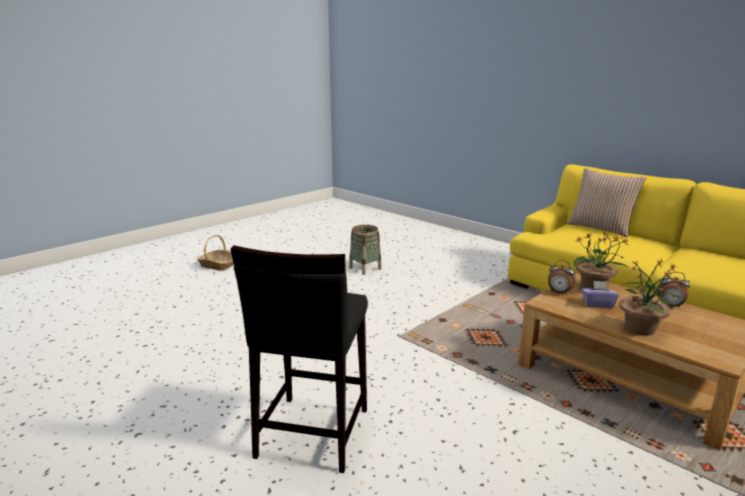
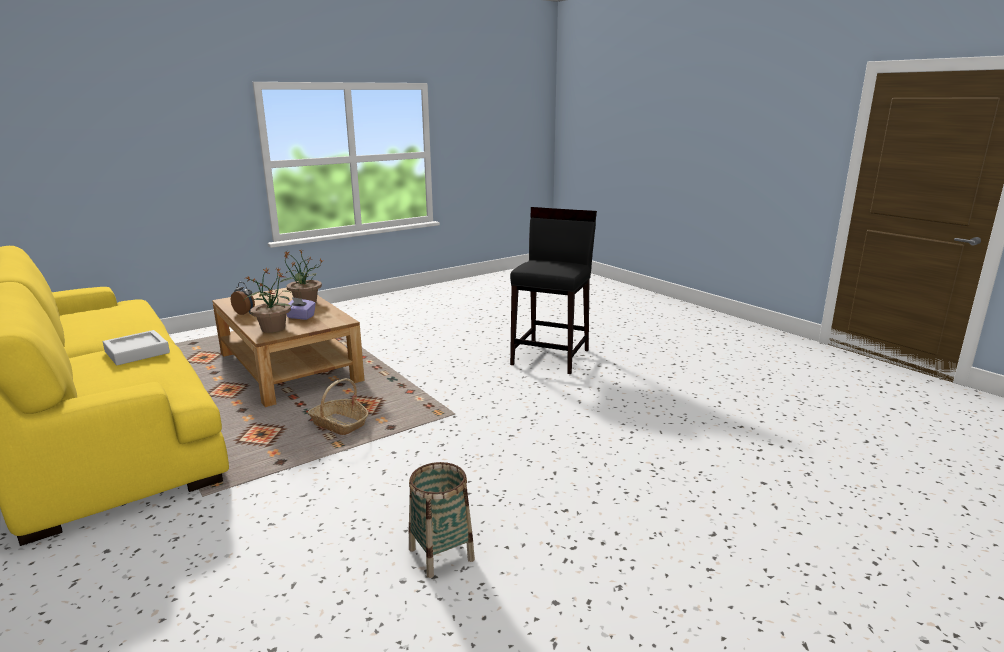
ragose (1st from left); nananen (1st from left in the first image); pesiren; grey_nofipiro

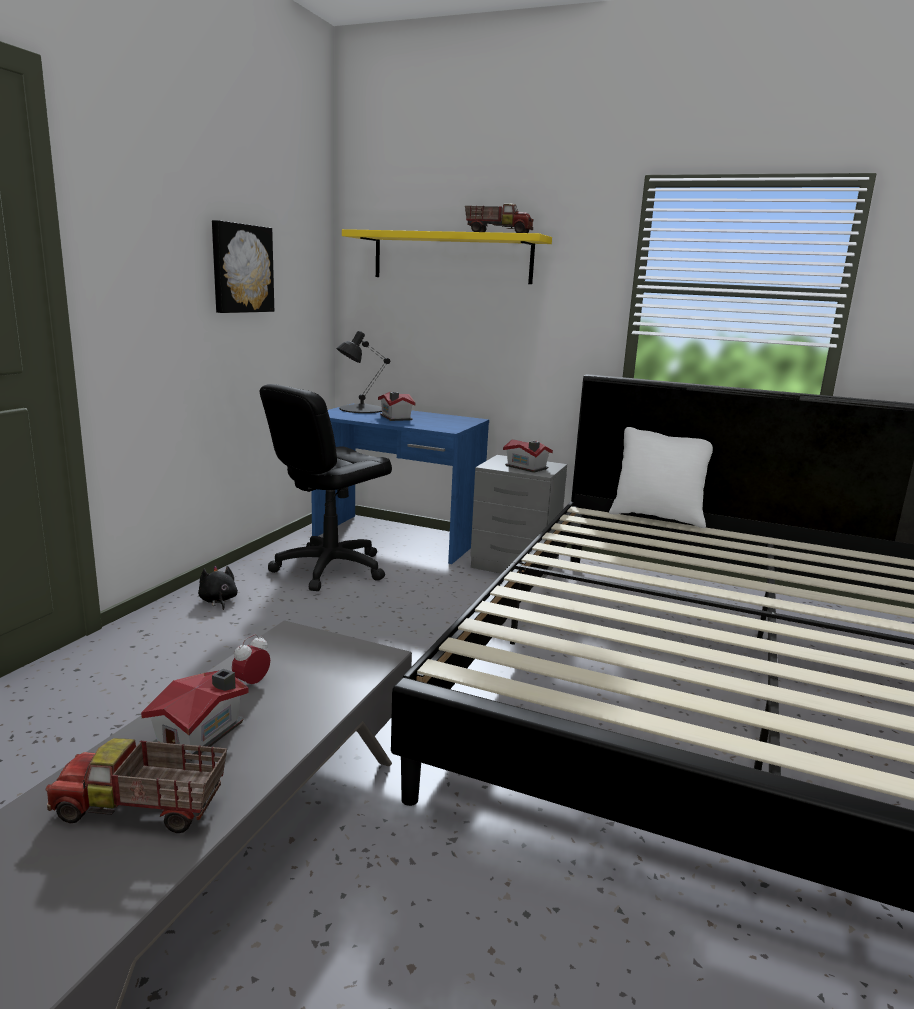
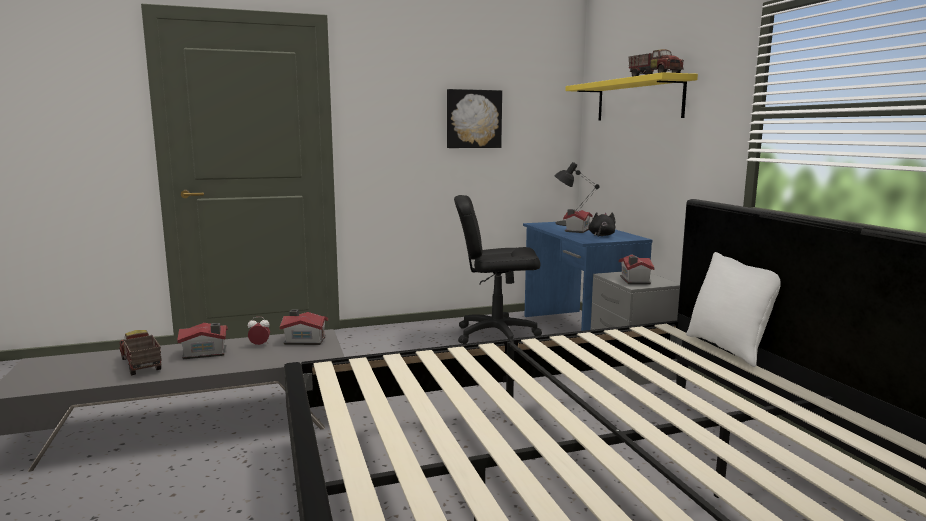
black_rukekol; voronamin (2nd from left)

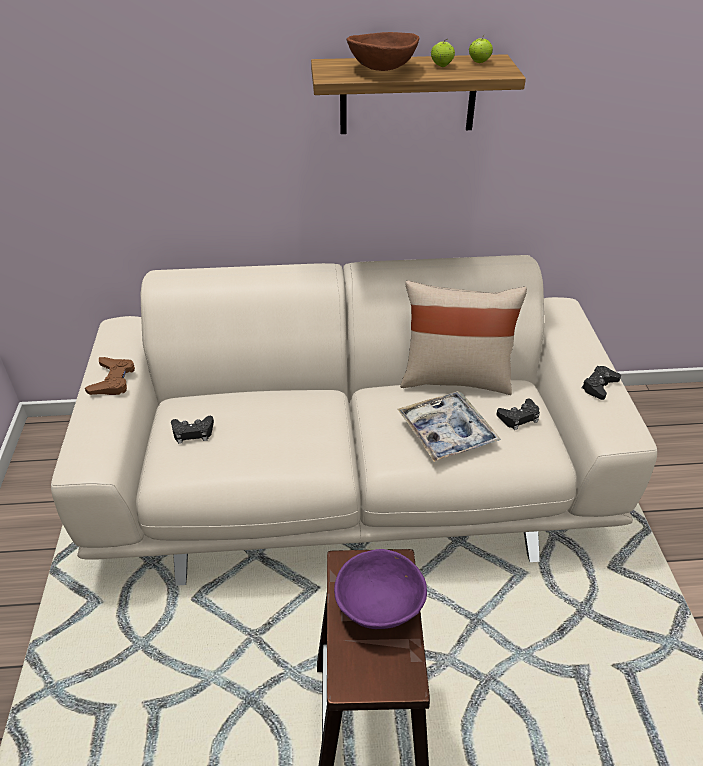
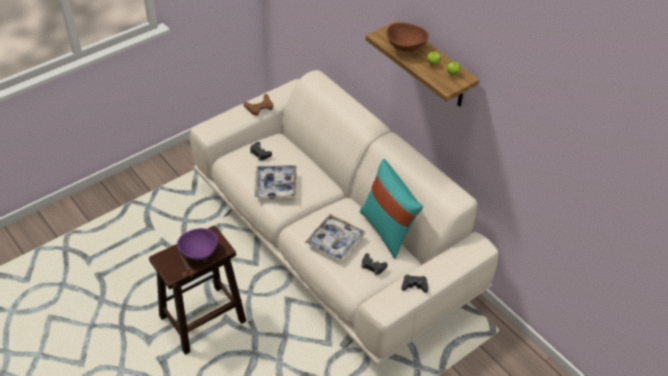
turquoise_pesiren; nofipiro (1st from left)

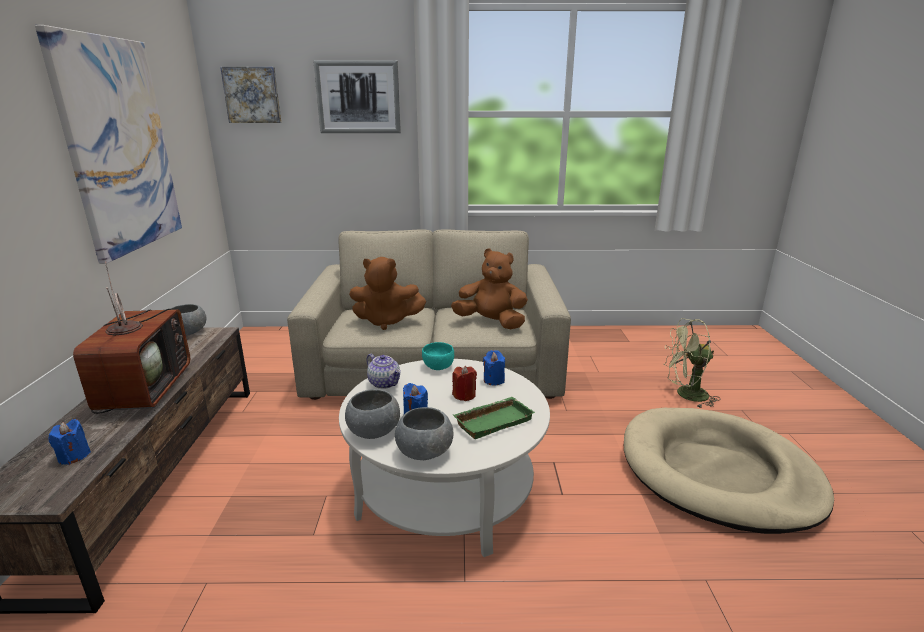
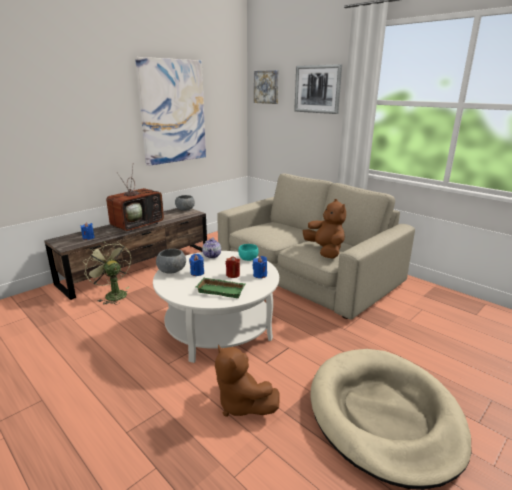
brown_rukekol (1st from left); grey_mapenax (3rd from left in the first image); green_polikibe

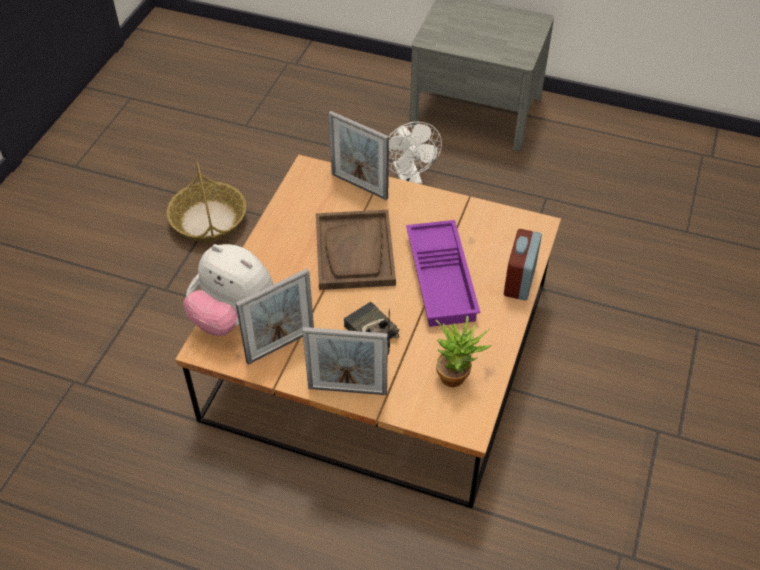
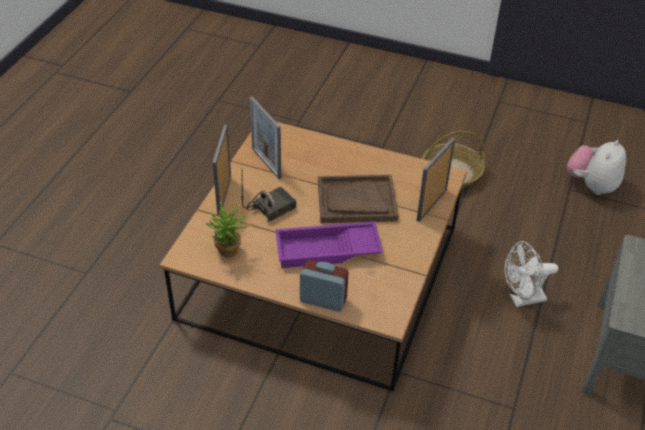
rukekol

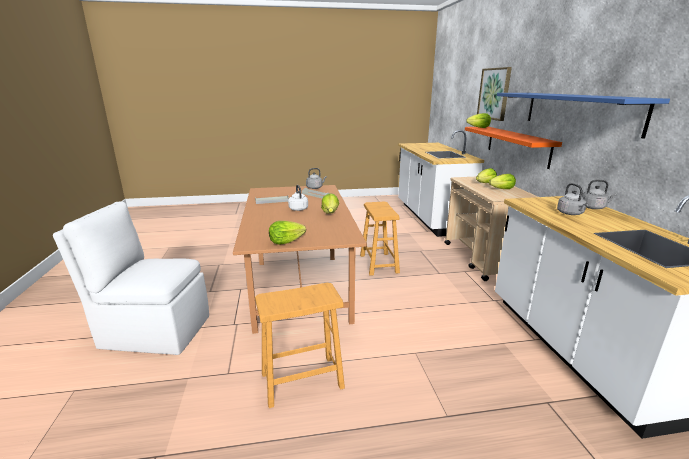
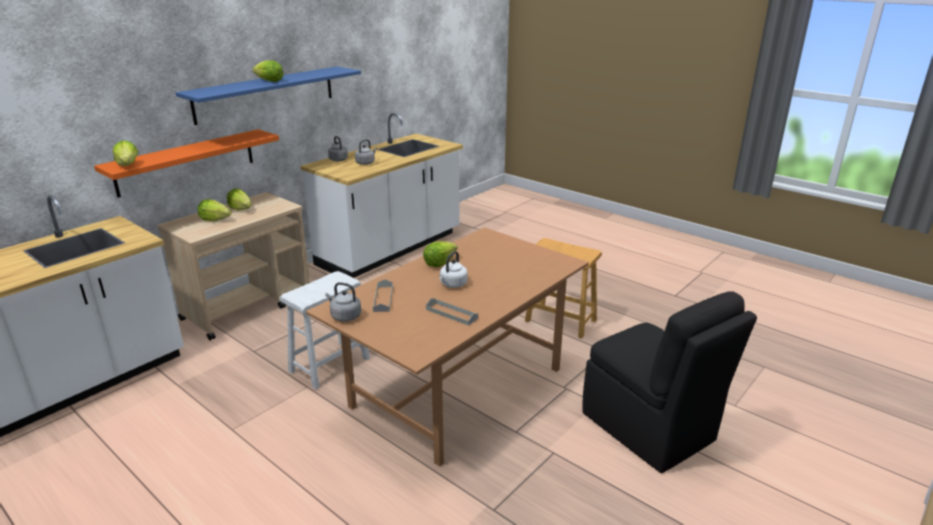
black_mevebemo; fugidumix (4th from left); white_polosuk; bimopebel

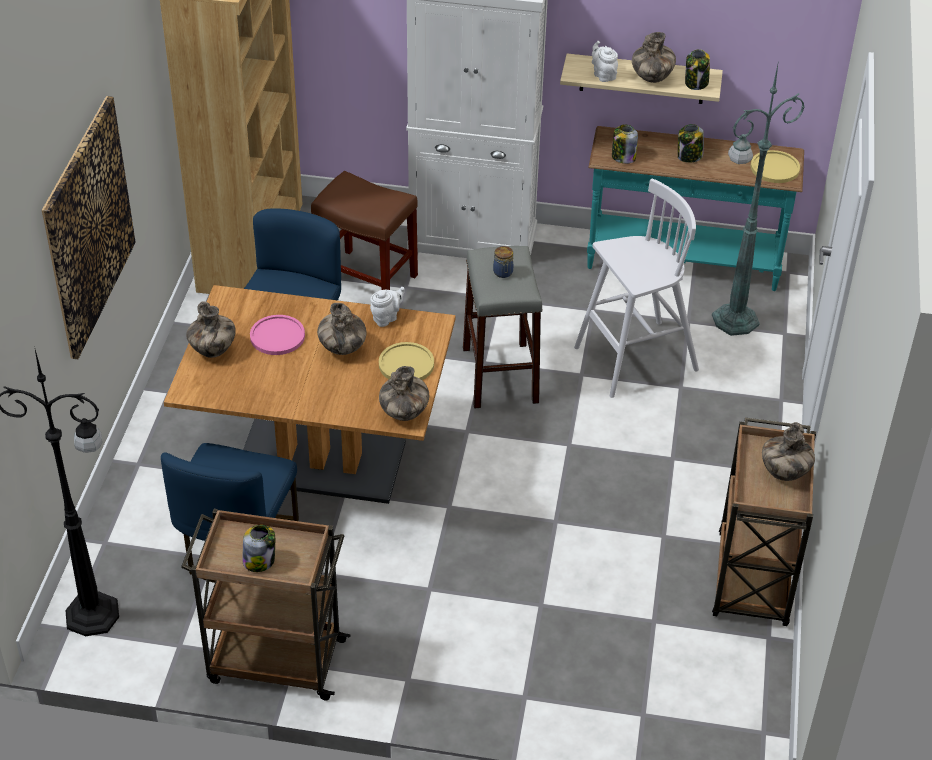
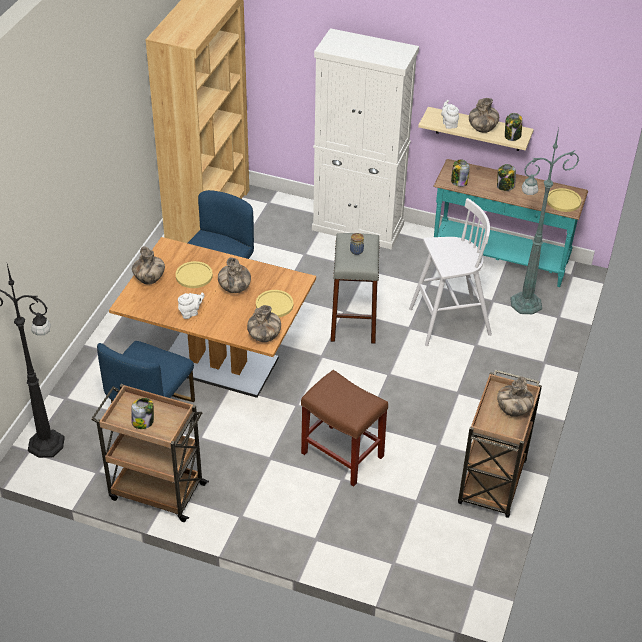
bimopebel; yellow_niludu (1st from left); brown_polosuk; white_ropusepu (1st from left)

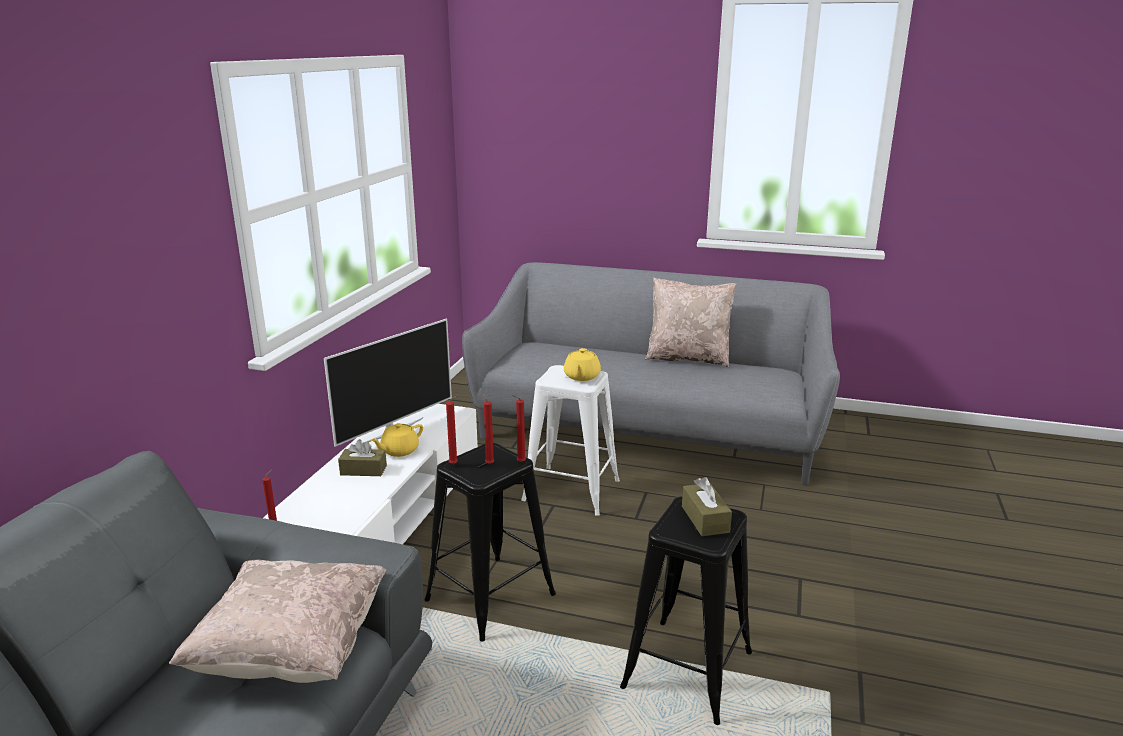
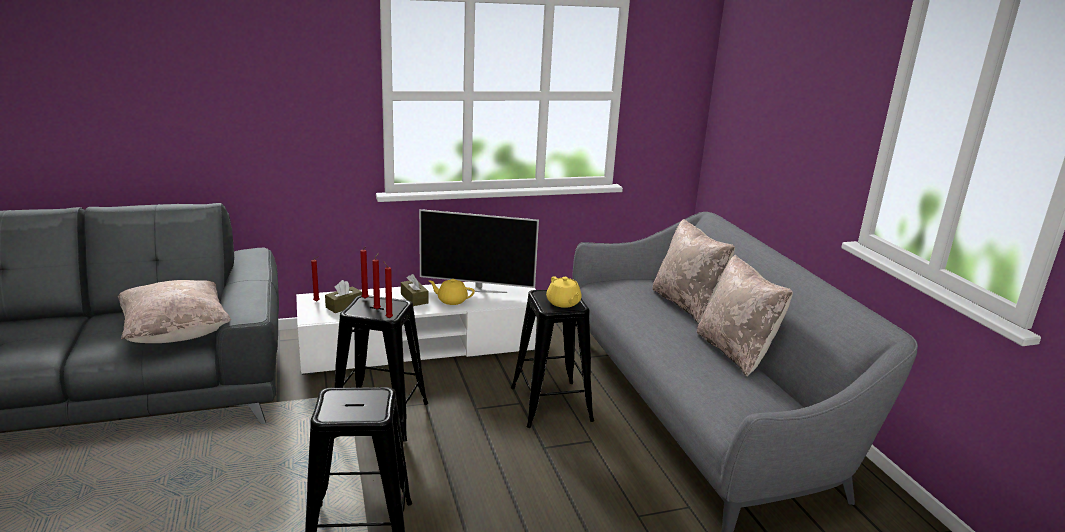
black_polosuk (3rd from left); yellow_ropusepu (2nd from left); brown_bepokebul (1st from left); beige_pesiren (2nd from left)

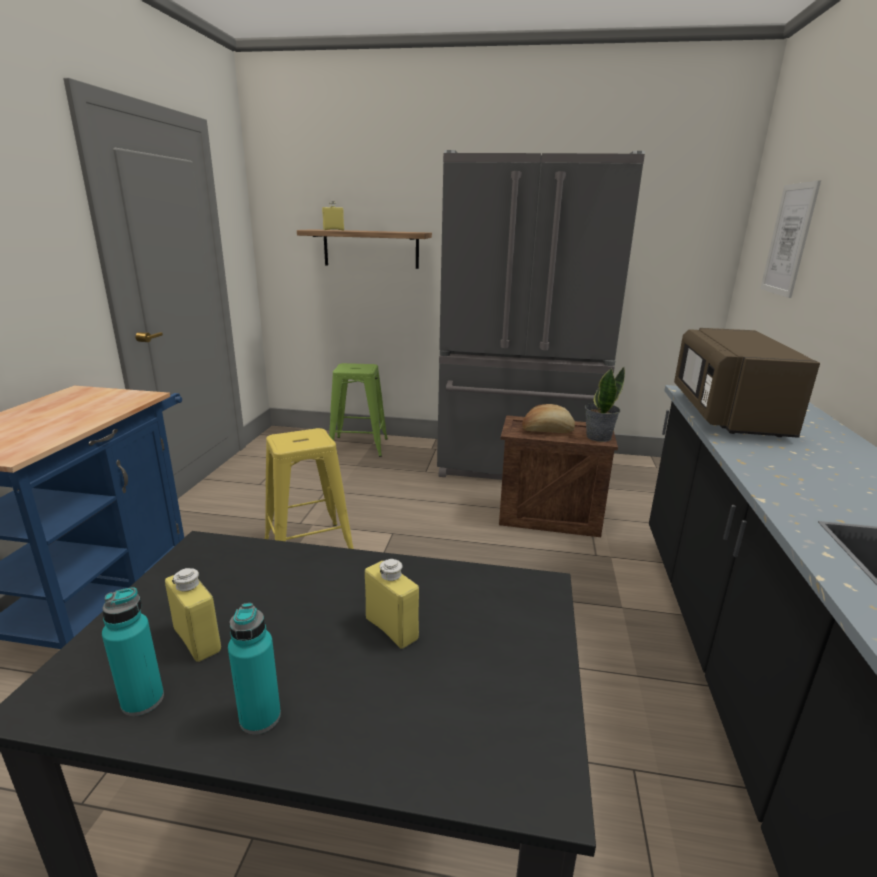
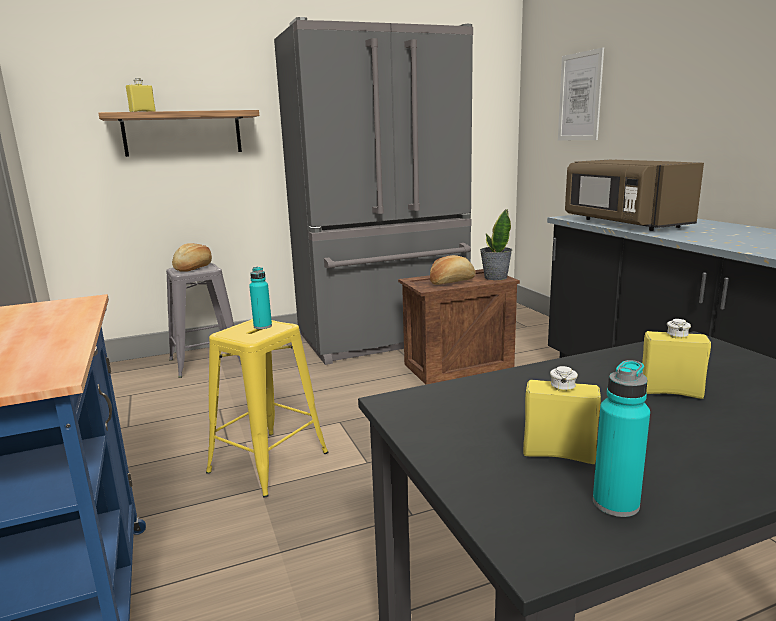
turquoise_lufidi (1st from left); grey_polosuk; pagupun (1st from left)

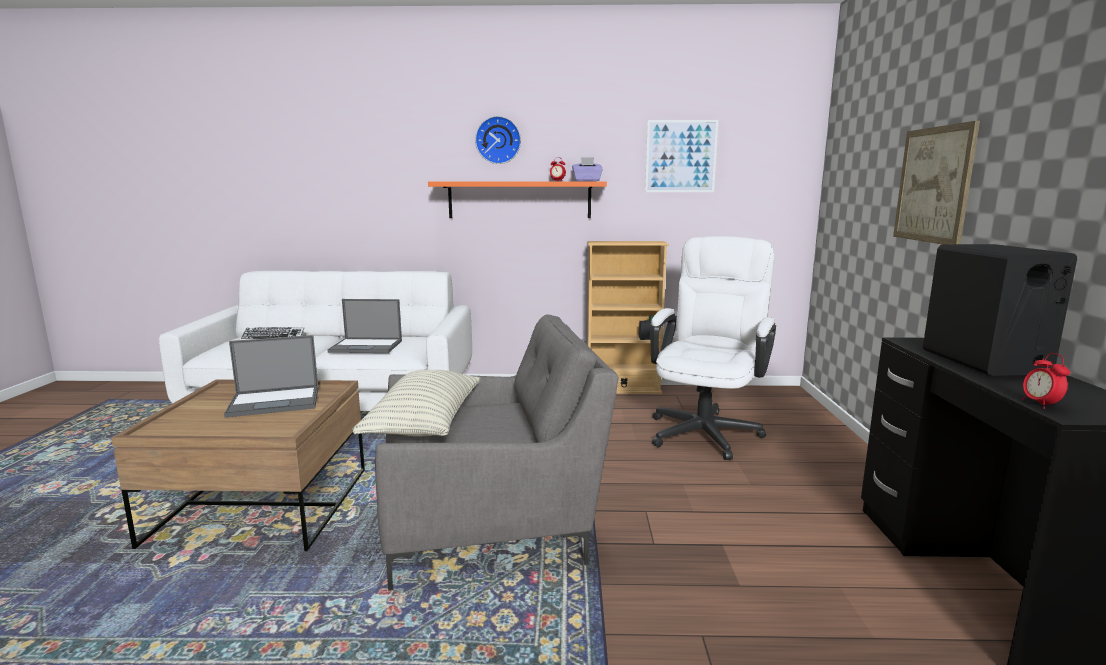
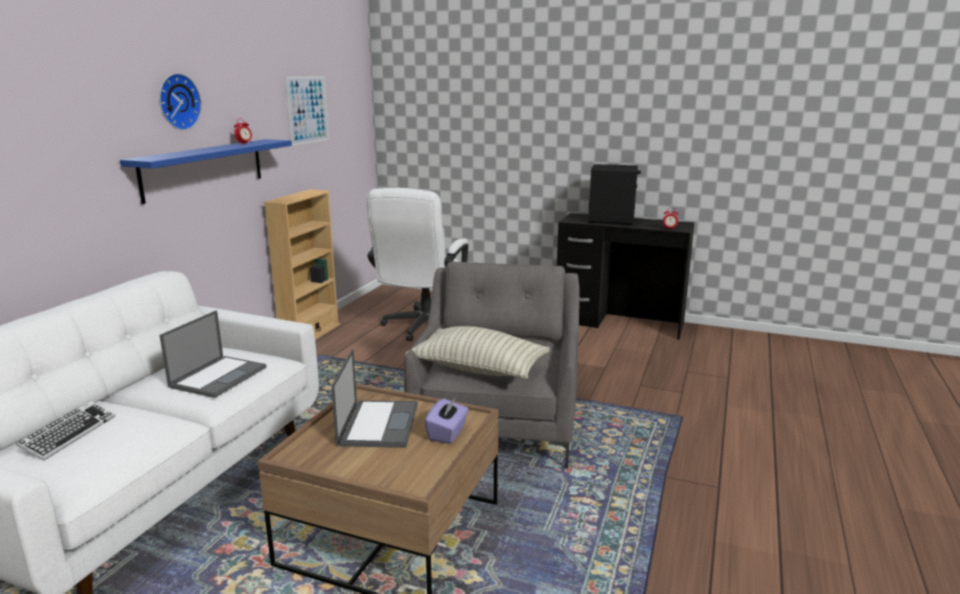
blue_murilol; purple_bepokebul; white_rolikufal; bimopebel (2nd from left in the first image)

